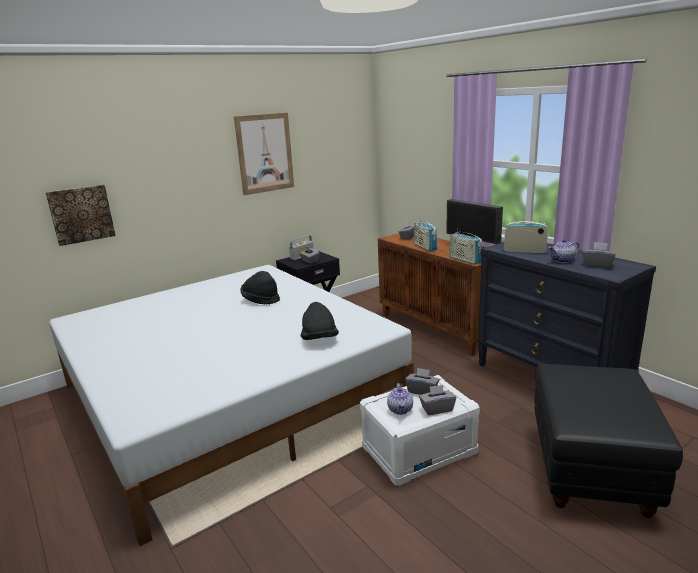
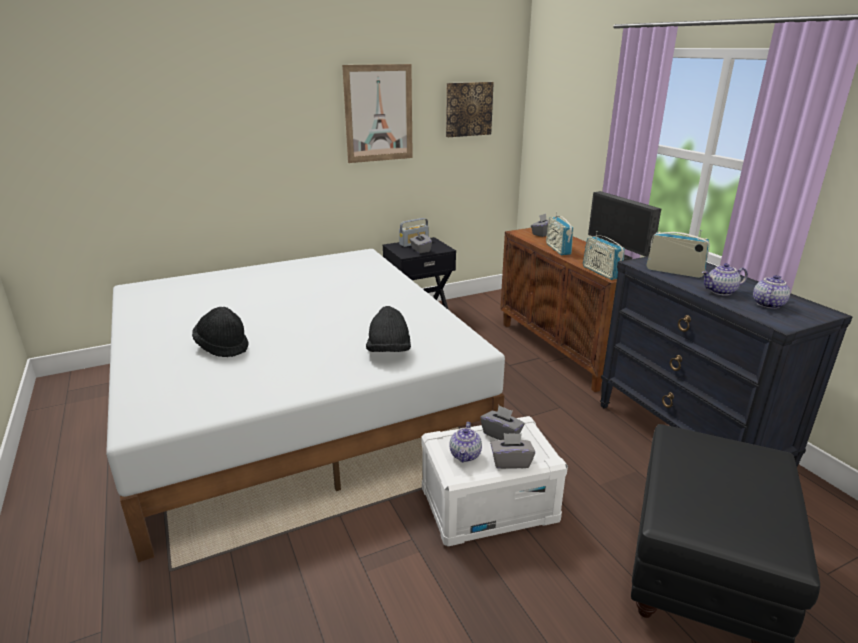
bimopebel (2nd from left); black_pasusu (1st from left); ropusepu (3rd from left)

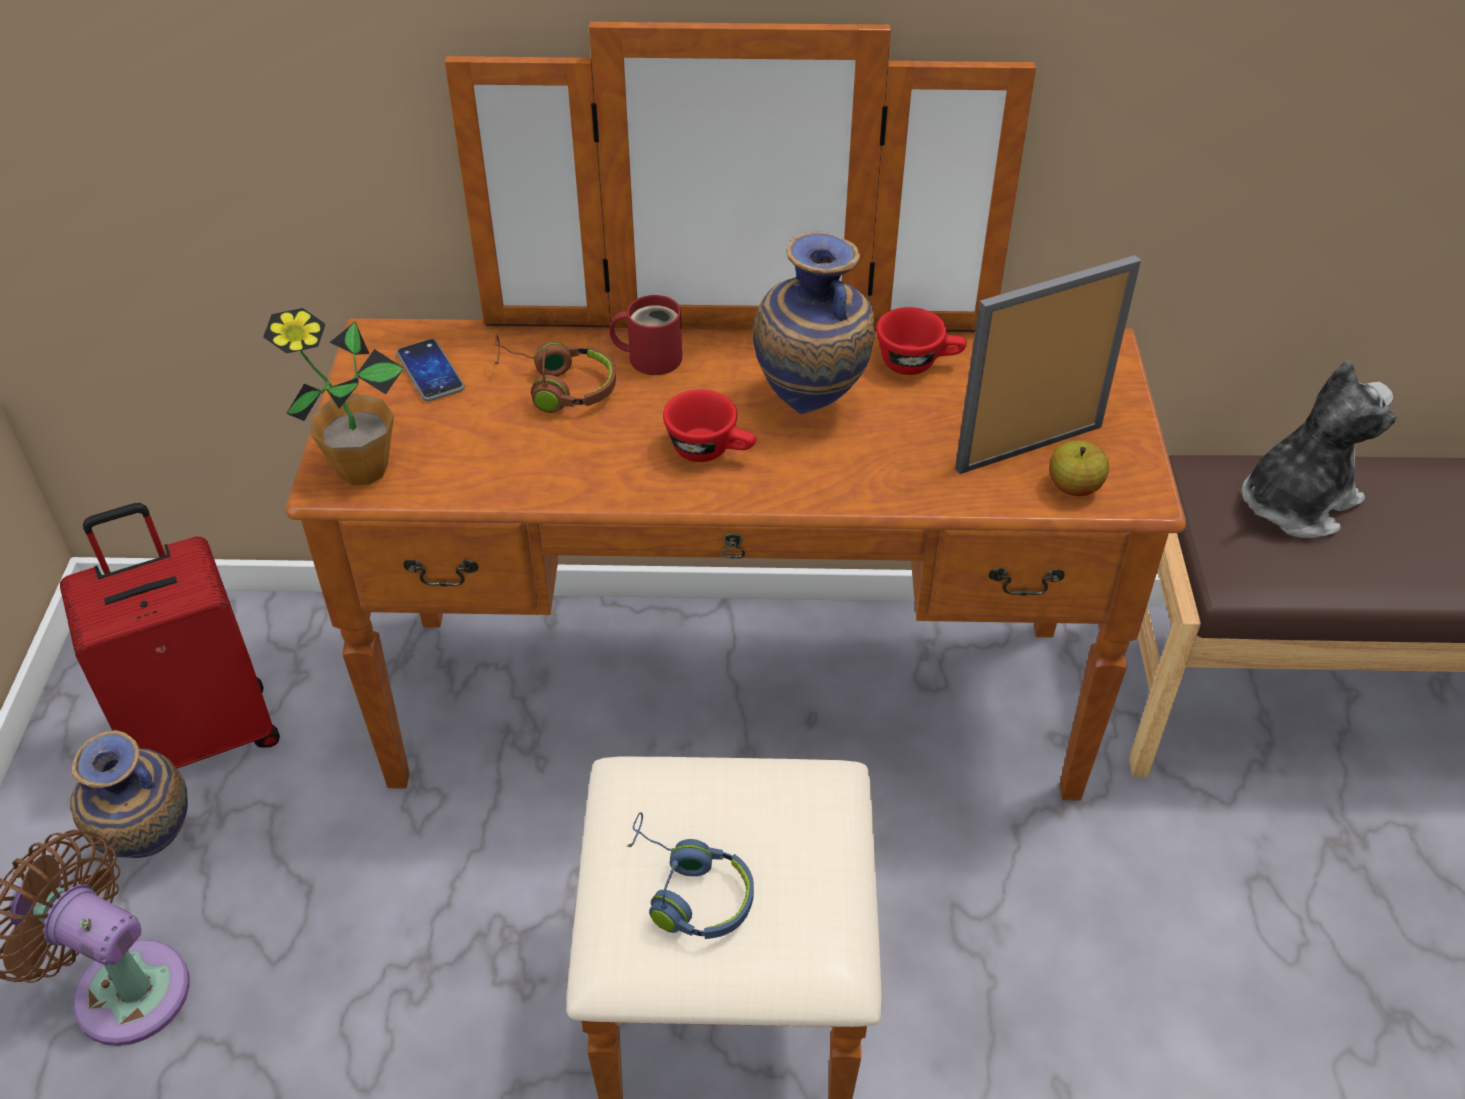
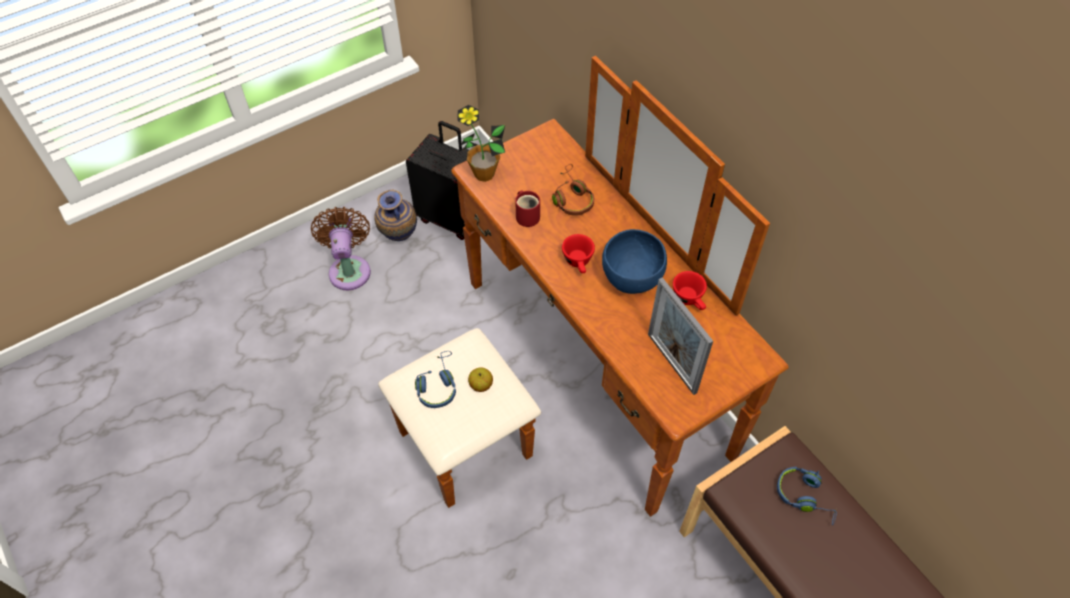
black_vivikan; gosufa; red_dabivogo; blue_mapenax; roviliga; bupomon; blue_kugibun (2nd from left)

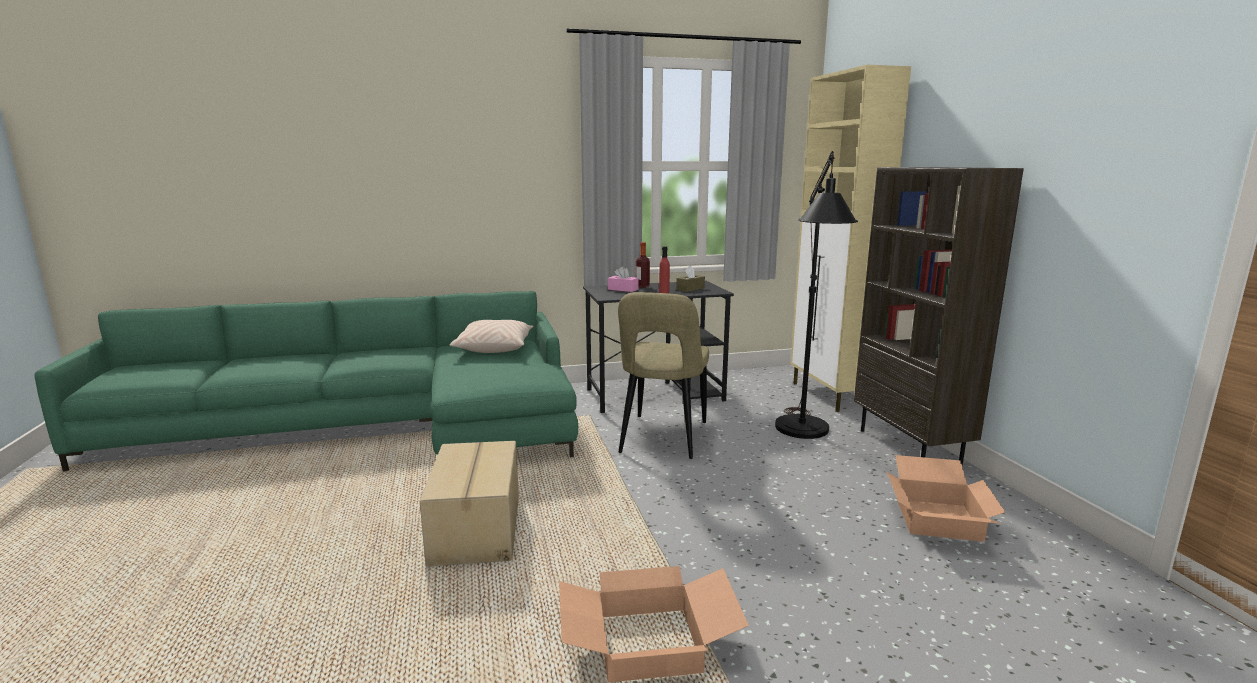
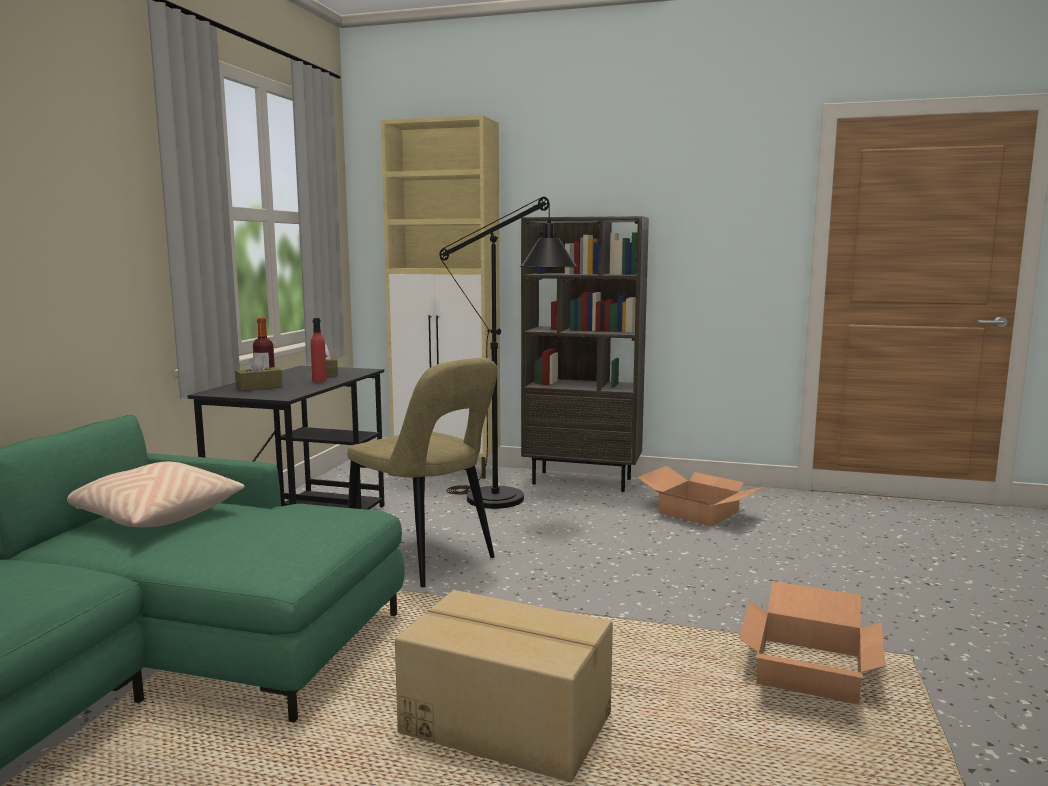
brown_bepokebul (1st from left)

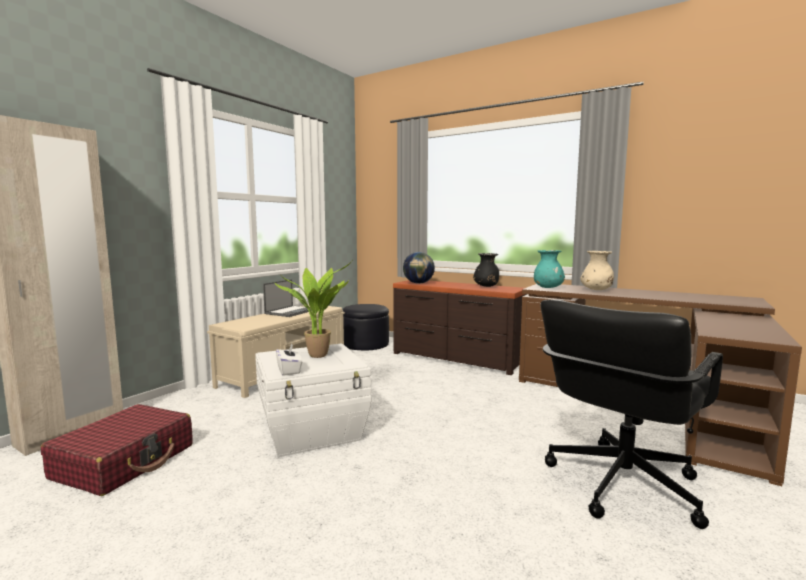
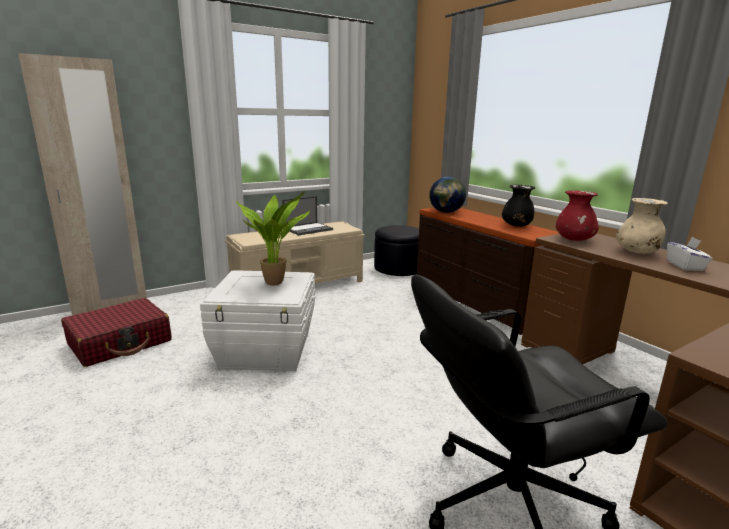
white_bepokebul; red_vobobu

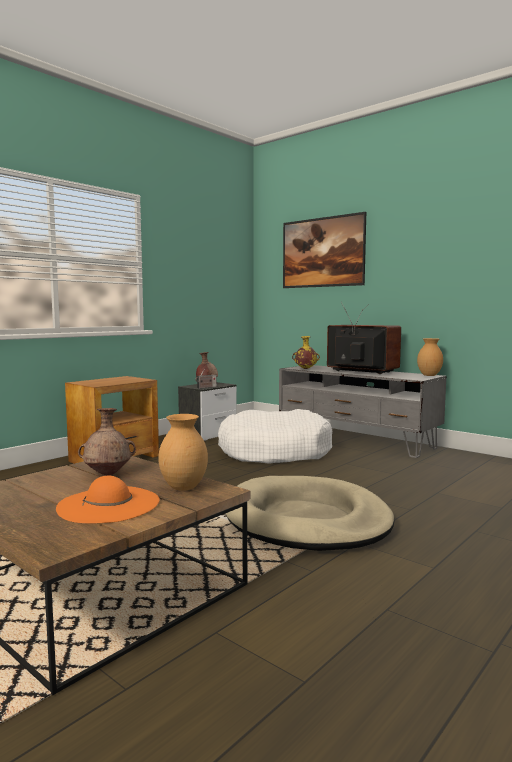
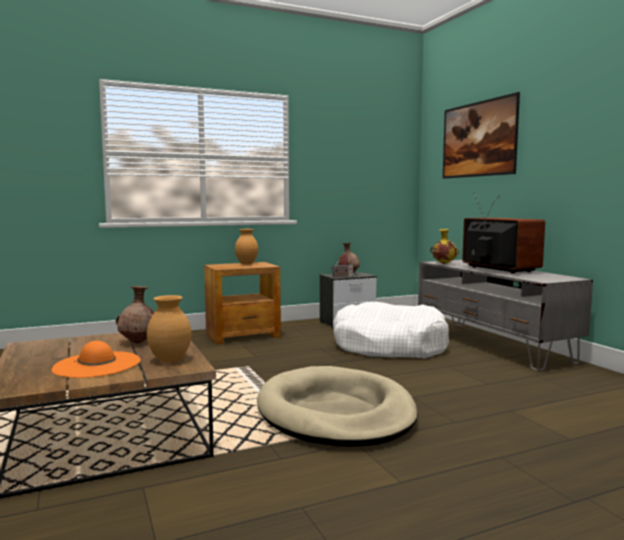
brown_vobobu (3rd from left)

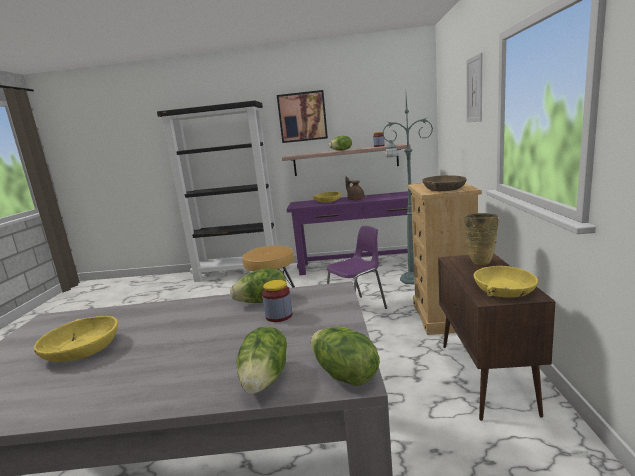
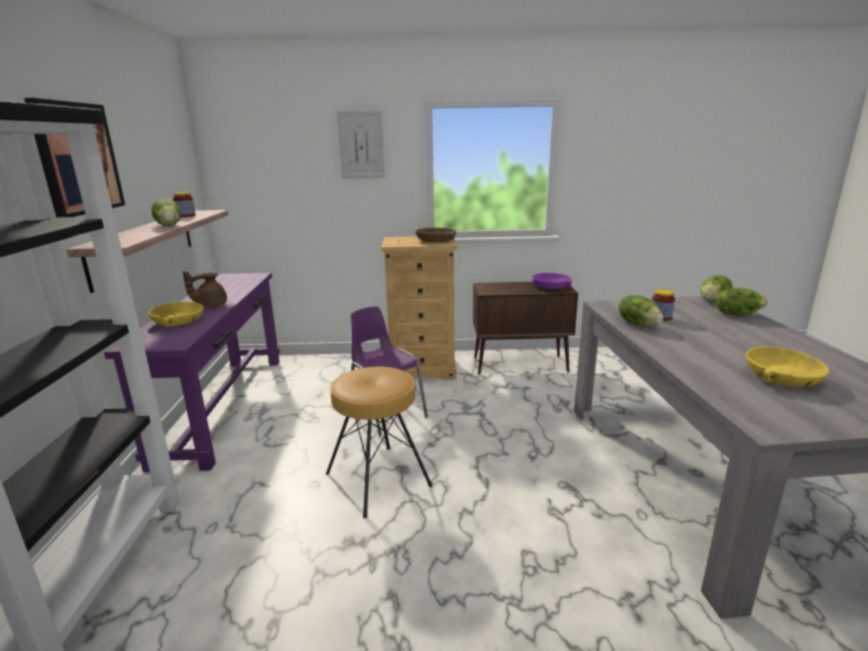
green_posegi; beige_vobobu; purple_mapenax

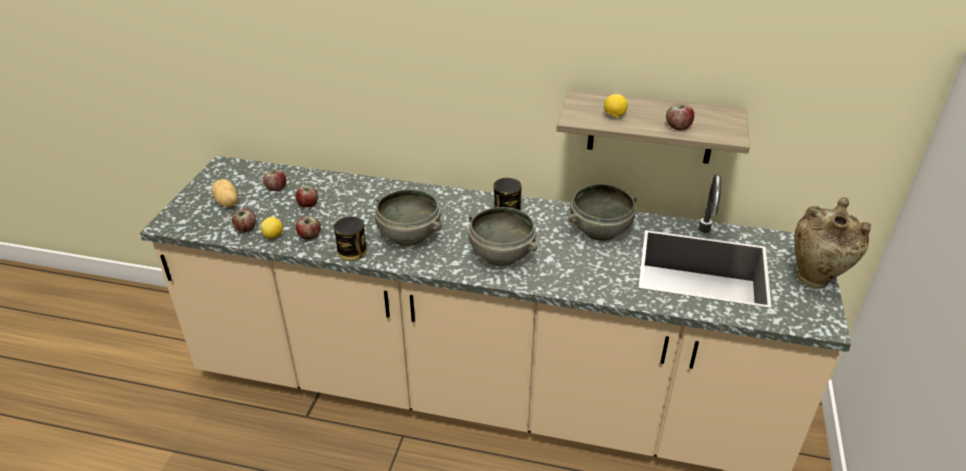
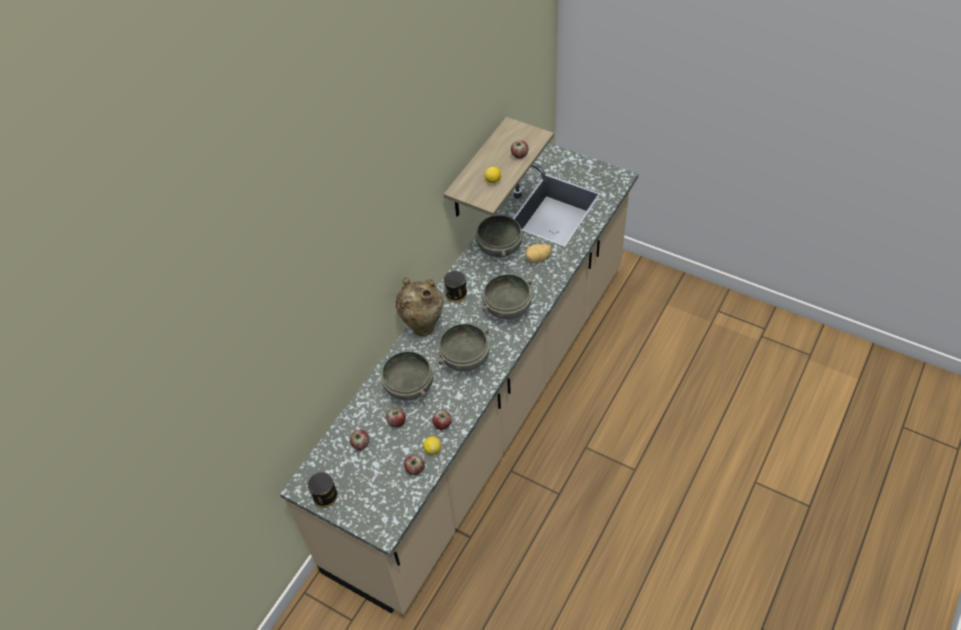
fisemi; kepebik (1st from left); beige_vobobu; grey_mapenax (1st from left)

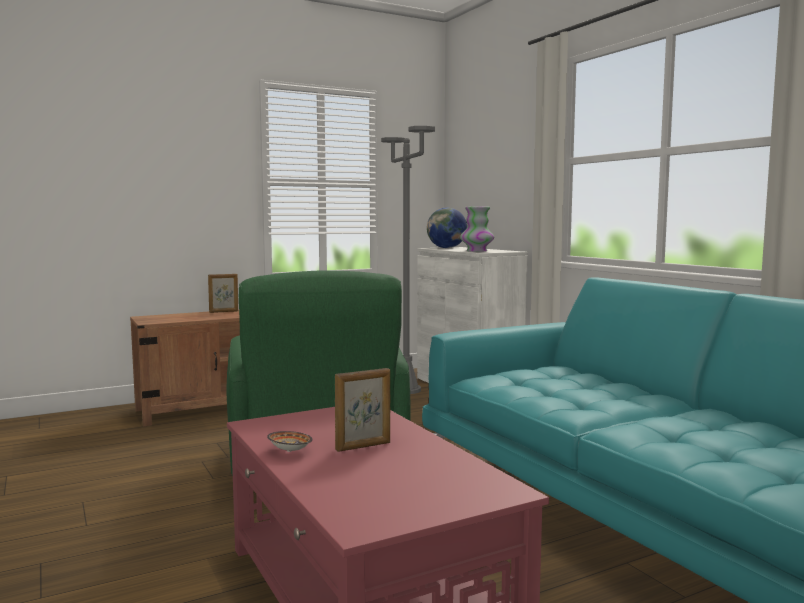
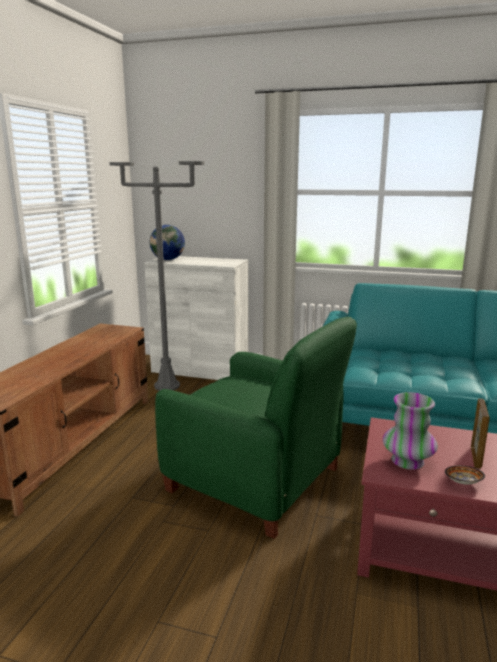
roviliga (1st from left in the first image); vobobu

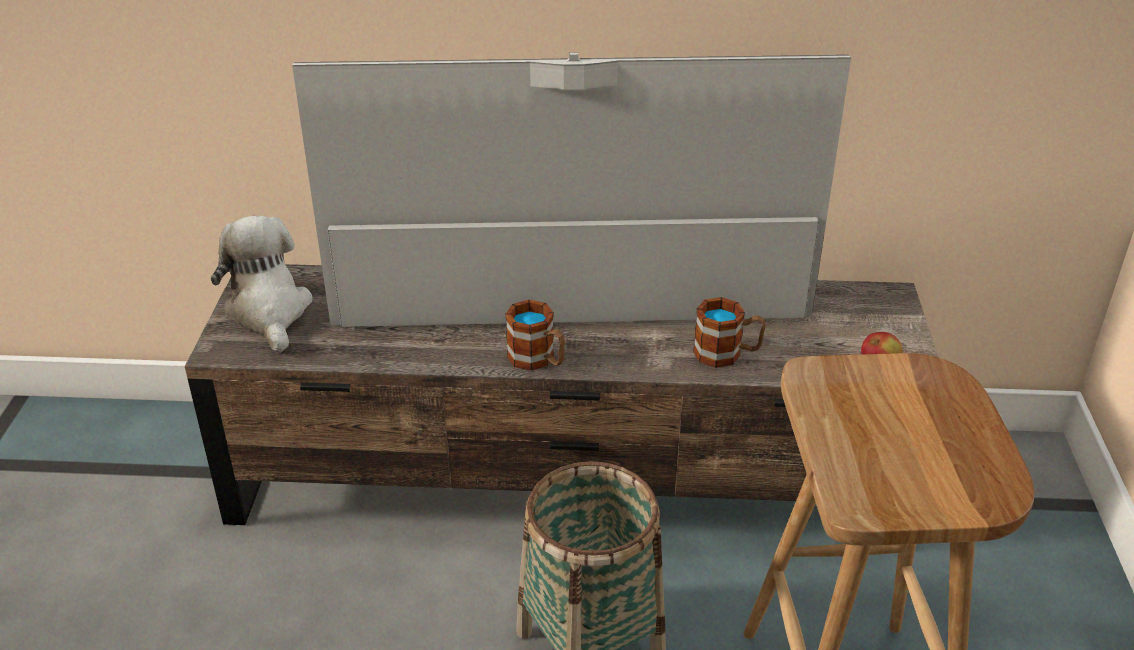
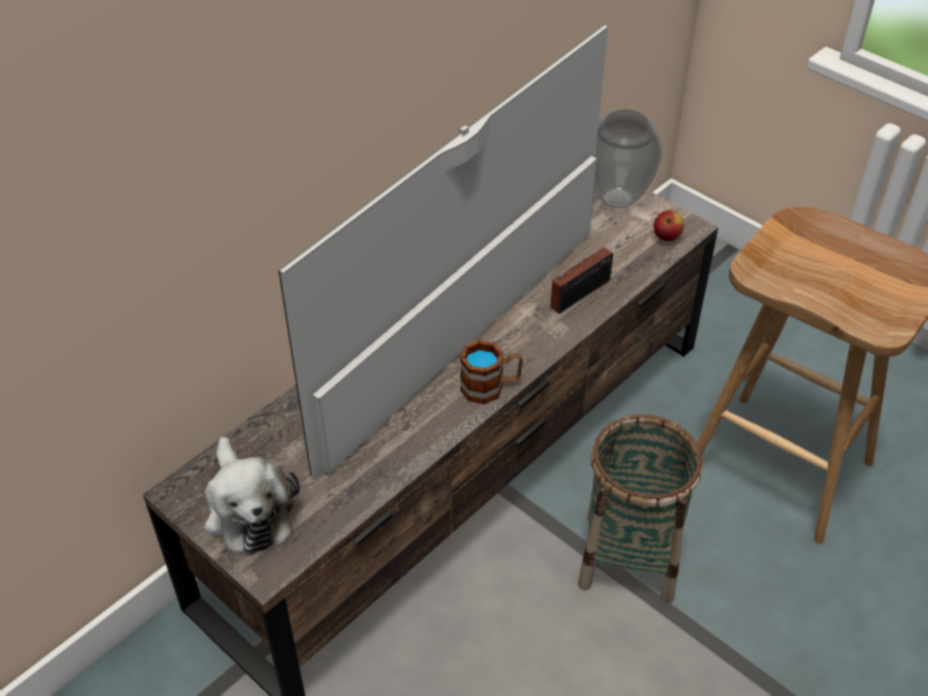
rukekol; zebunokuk; vobobu

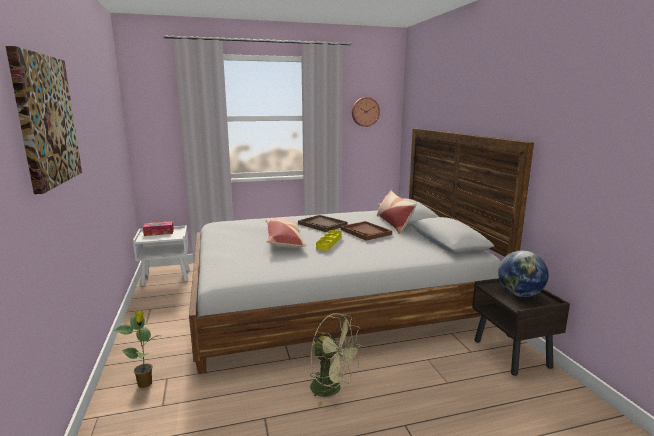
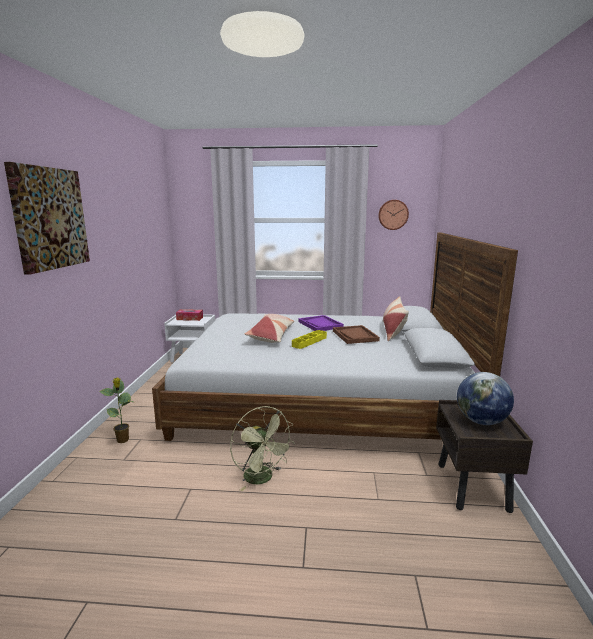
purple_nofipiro

